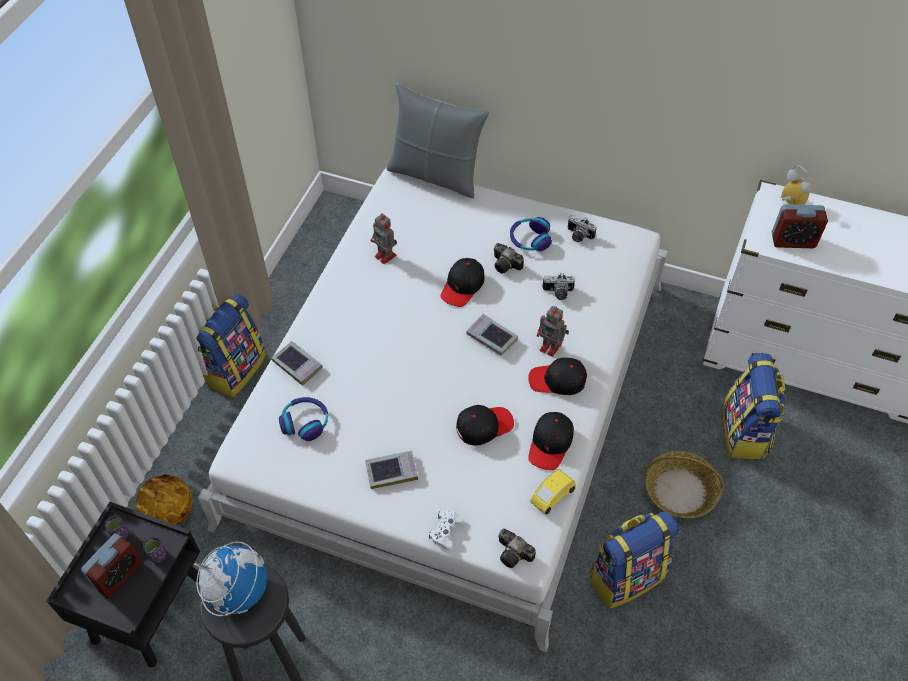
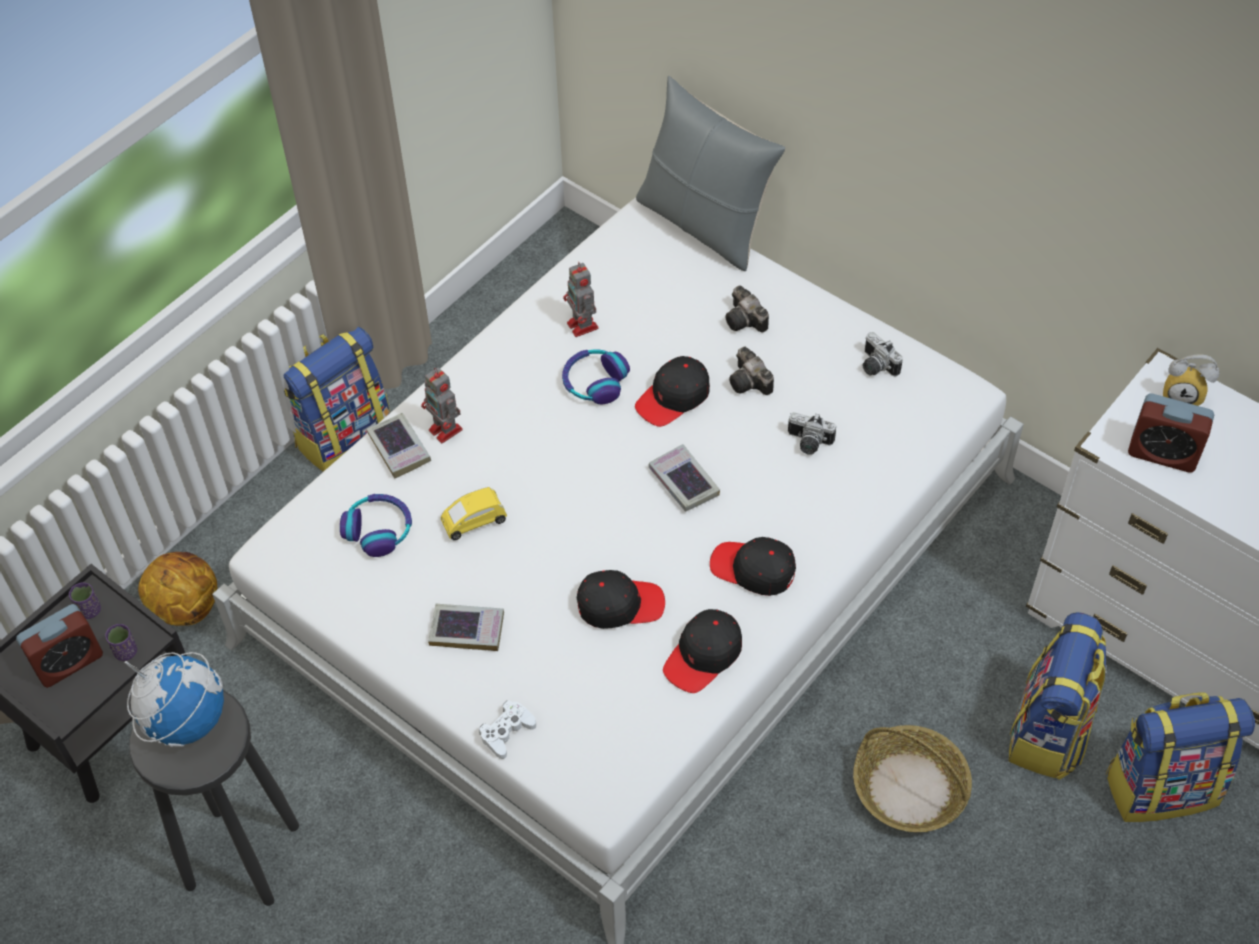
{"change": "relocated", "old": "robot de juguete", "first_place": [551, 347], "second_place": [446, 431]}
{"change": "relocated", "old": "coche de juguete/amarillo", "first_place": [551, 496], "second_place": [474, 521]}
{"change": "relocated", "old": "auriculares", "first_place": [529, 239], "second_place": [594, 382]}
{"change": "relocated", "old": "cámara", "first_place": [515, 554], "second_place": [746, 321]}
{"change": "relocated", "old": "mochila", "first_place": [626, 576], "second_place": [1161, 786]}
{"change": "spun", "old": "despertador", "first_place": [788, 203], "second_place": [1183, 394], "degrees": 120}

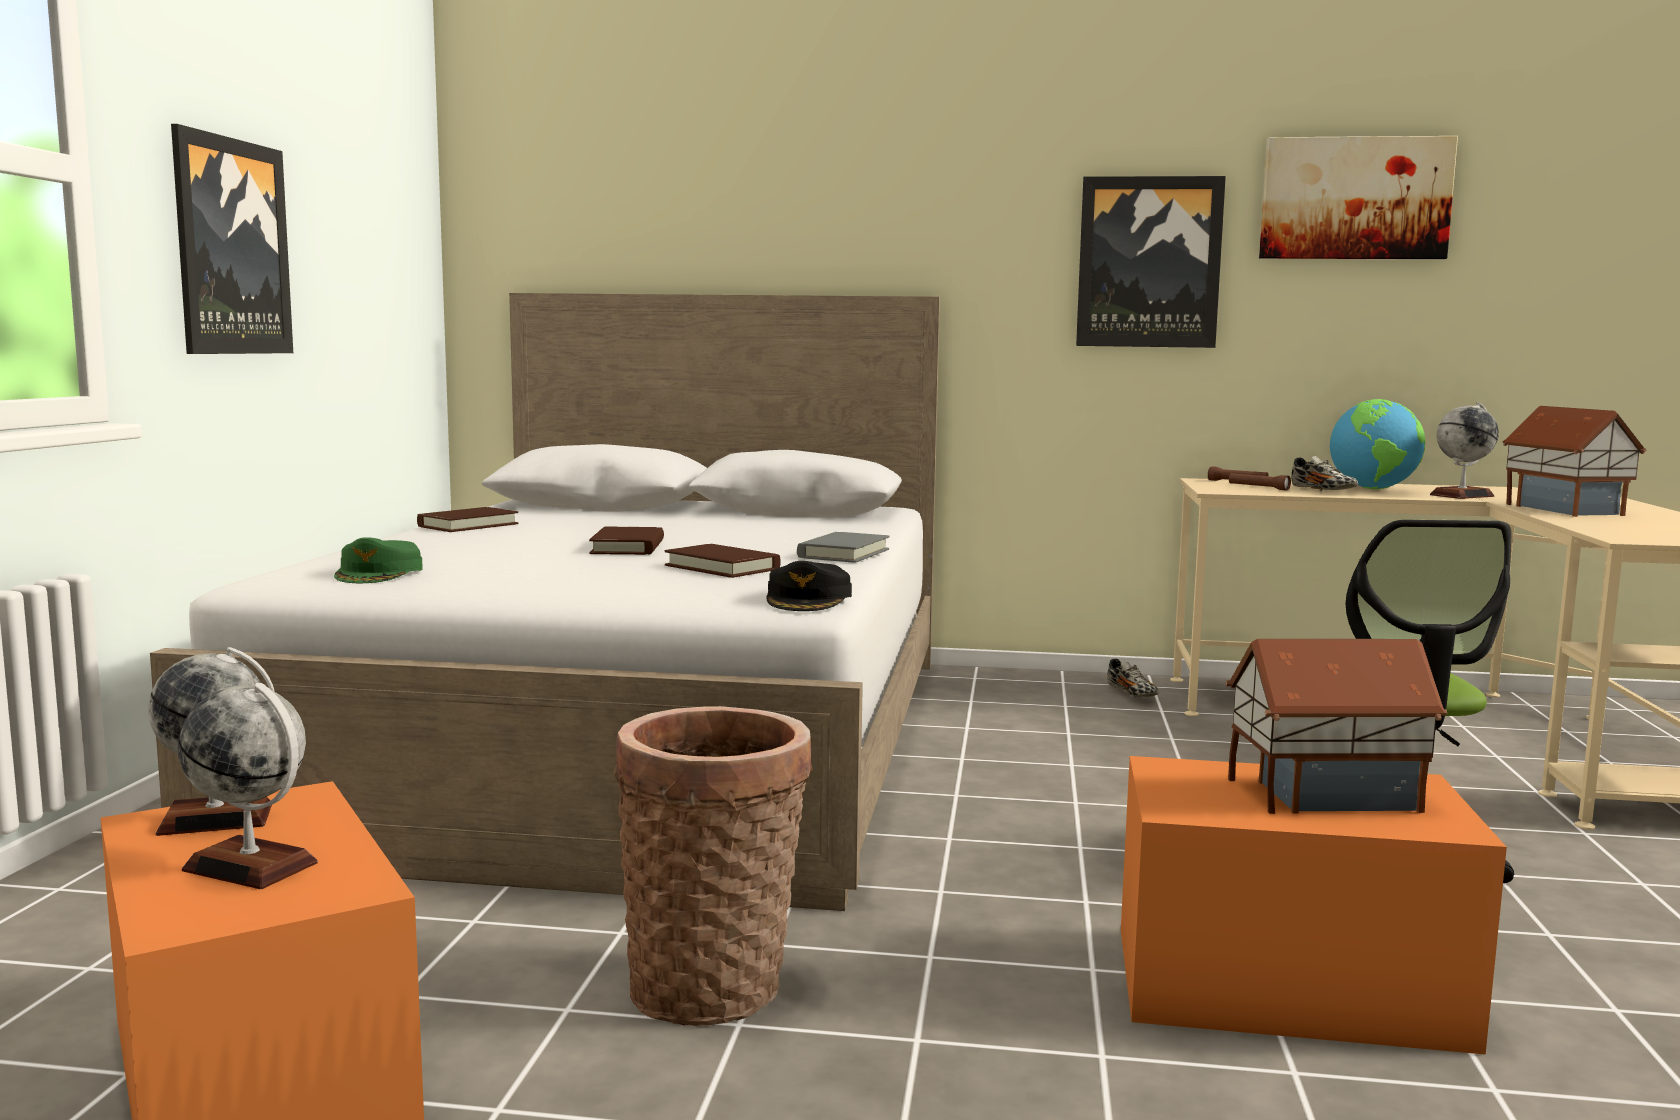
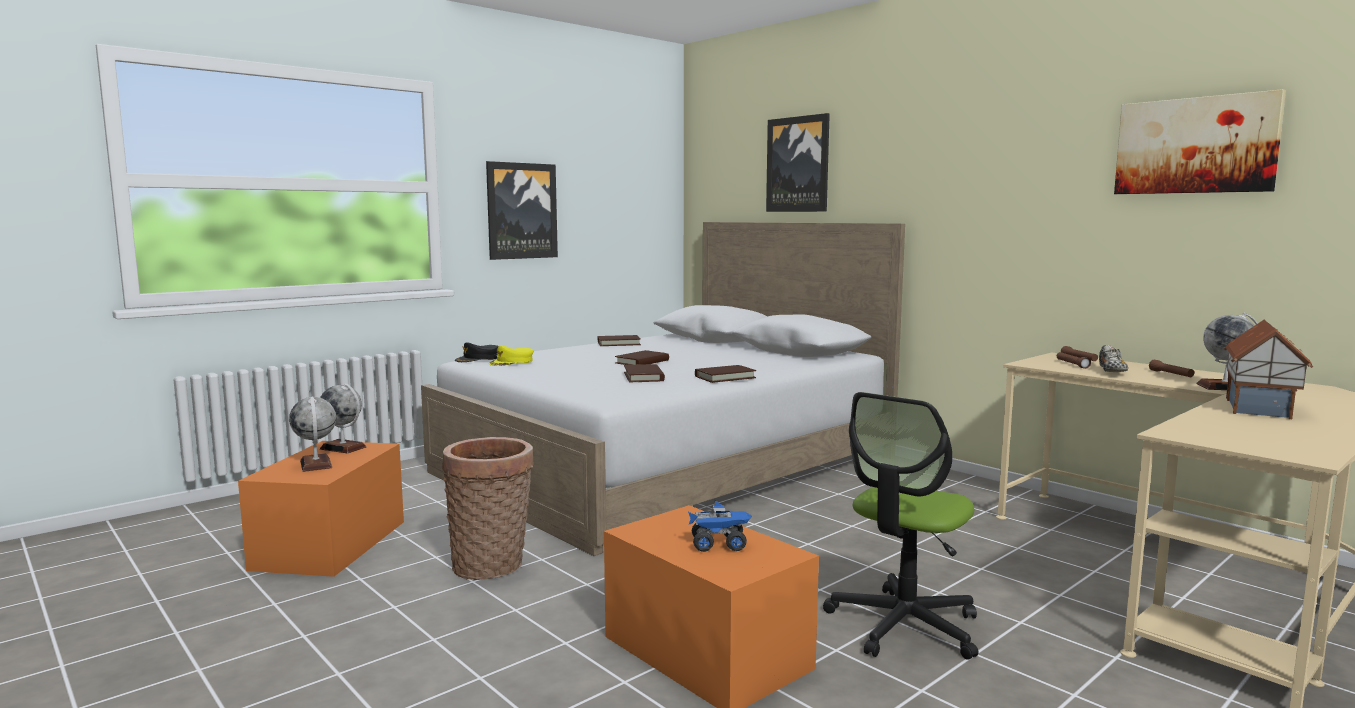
{"change": "relocated", "old": "gorra/negro", "first_place": [809, 599], "second_place": [478, 359]}
{"change": "colour", "old": "gorra/verde", "new": "gorra/amarillo", "first_place": [379, 573], "second_place": [512, 362]}
{"change": "exchanged", "old": "casita", "new": "camión de juguete", "first_place": [1322, 794], "second_place": [719, 545]}
{"change": "colour", "old": "libro/gris", "new": "libro/marrón", "first_place": [843, 553], "second_place": [725, 377]}
{"change": "relocated", "old": "cuadro", "first_place": [1149, 262], "second_place": [798, 164]}
{"change": "exchanged", "old": "globo terráqueo", "new": "linterna/marrón", "first_place": [1373, 489], "second_place": [1171, 374]}
{"change": "missing", "old": "zapato", "first_place": [1132, 694]}

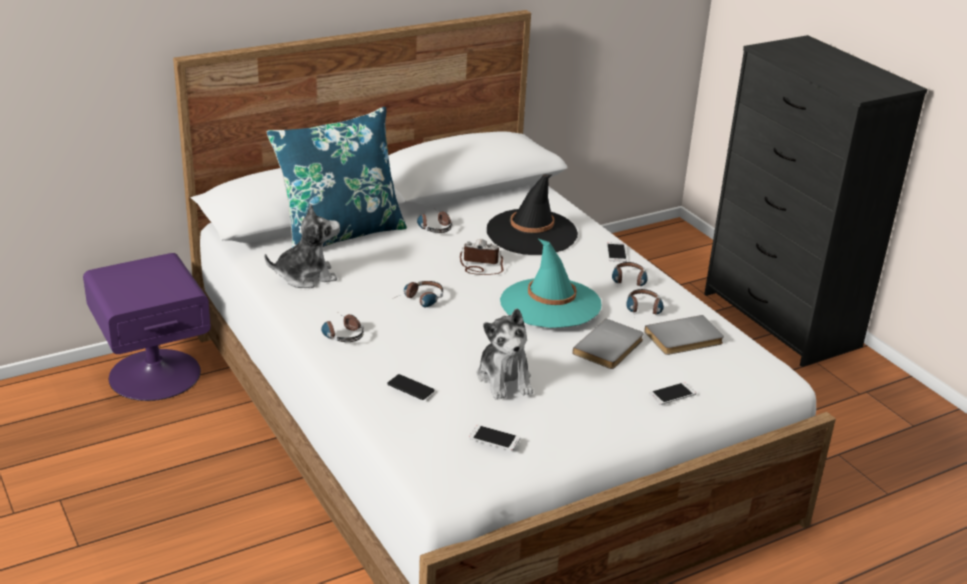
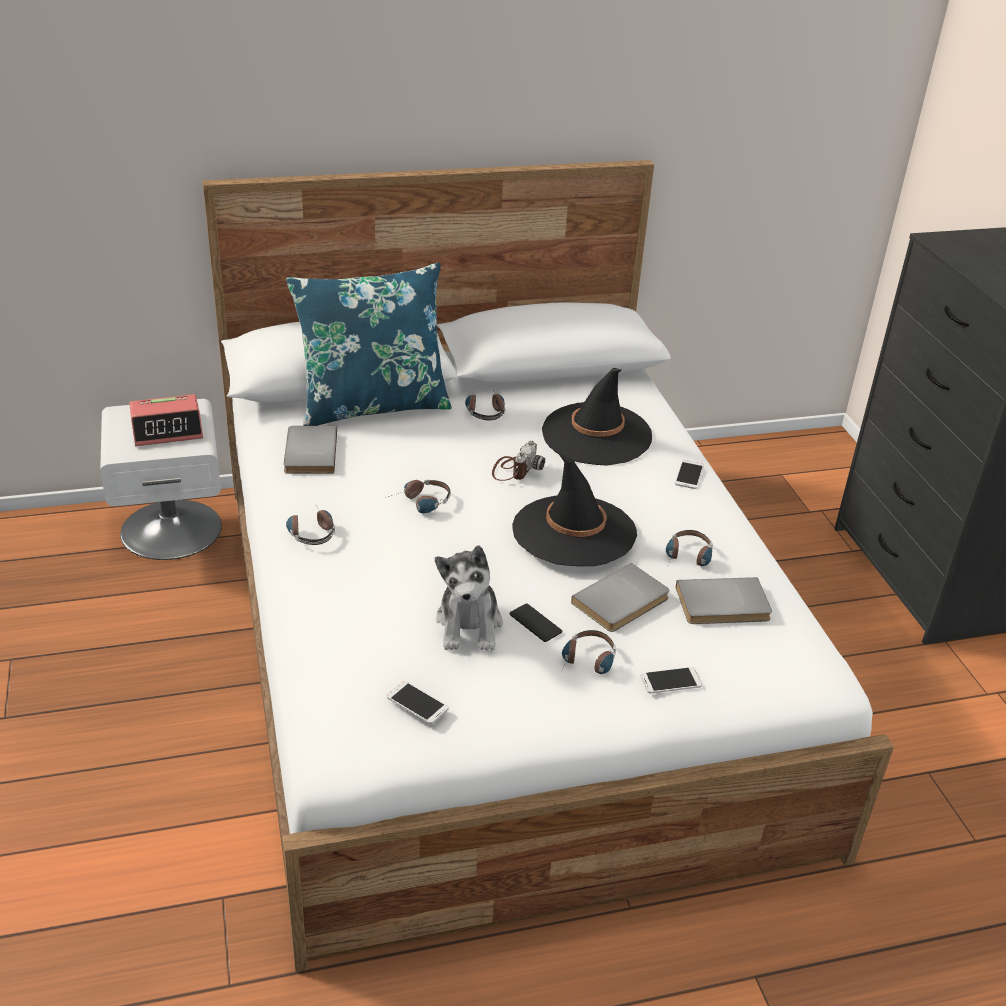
{"change": "colour", "old": "mesita de noche/morado", "new": "mesita de noche/blanco", "first_place": [154, 373], "second_place": [171, 528]}
{"change": "appeared", "new": "despertador", "second_place": [167, 429]}
{"change": "exchanged", "old": "peluche", "new": "libro/gris", "first_place": [306, 276], "second_place": [308, 453]}
{"change": "spun", "old": "cámara", "first_place": [481, 266], "second_place": [515, 469], "degrees": 90}
{"change": "relocated", "old": "móvil", "first_place": [410, 388], "second_place": [535, 623]}
{"change": "colour", "old": "sombrero/turquesa", "new": "sombrero/negro", "first_place": [550, 304], "second_place": [574, 531]}
{"change": "relocated", "old": "auriculares", "first_place": [629, 282], "second_place": [587, 664]}

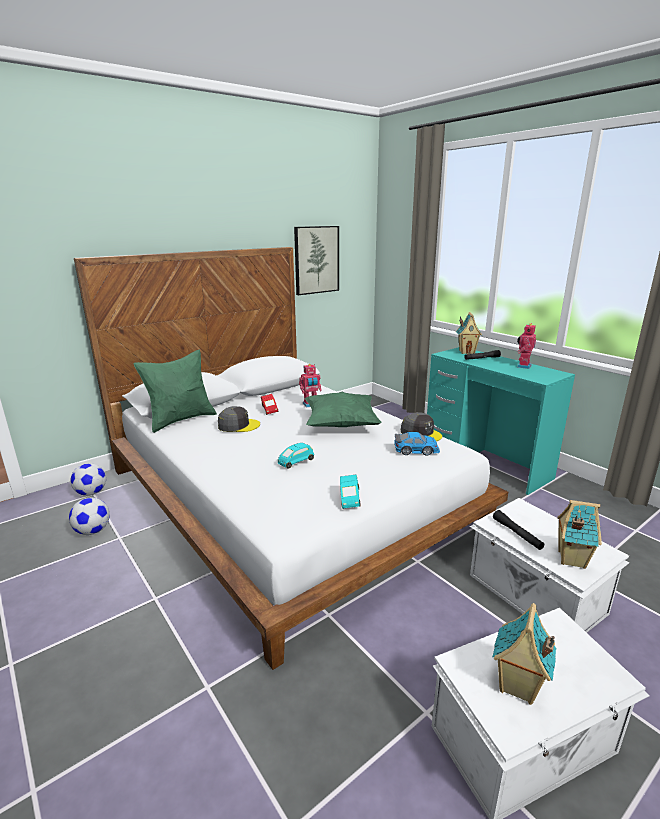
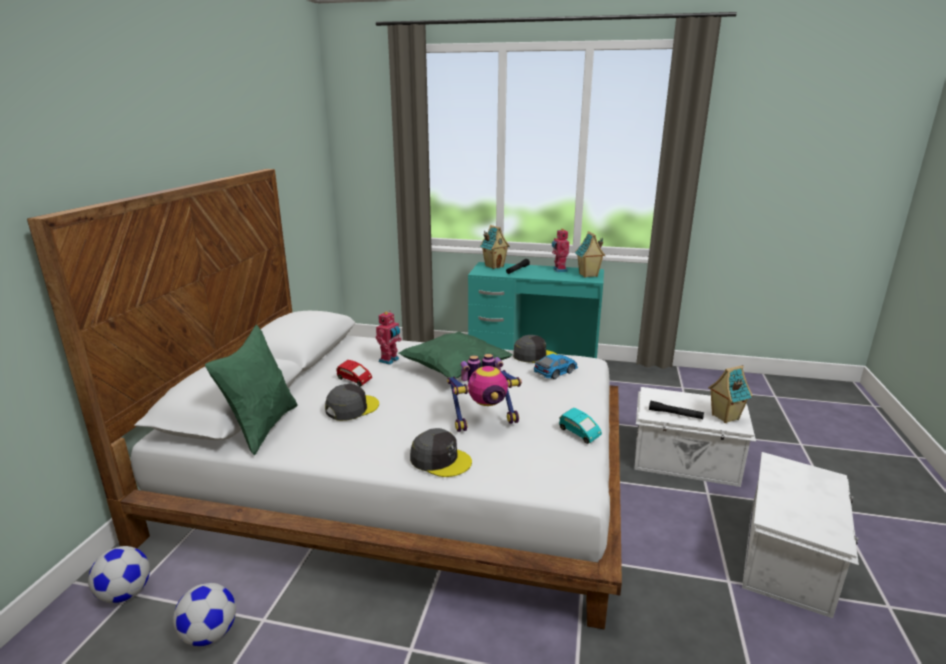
{"change": "appeared", "new": "gorra/gris", "second_place": [440, 460]}
{"change": "exchanged", "old": "coche de juguete/turquesa", "new": "robot de juguete", "first_place": [295, 463], "second_place": [485, 421]}
{"change": "relocated", "old": "casita", "first_place": [517, 687], "second_place": [588, 275]}
{"change": "missing", "old": "cuadro", "first_place": [316, 260]}

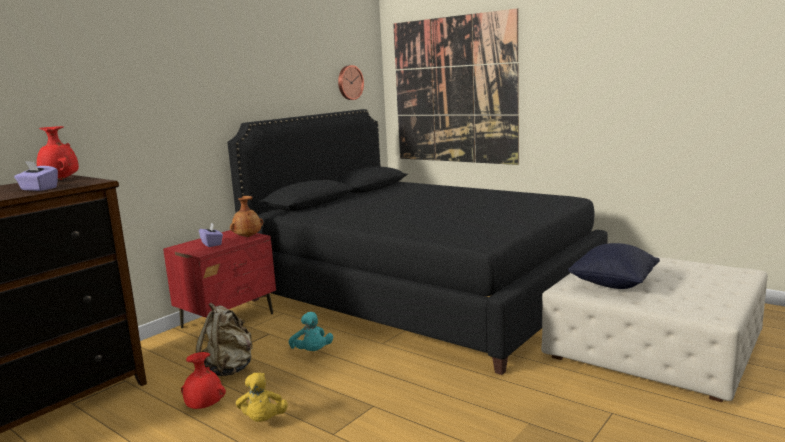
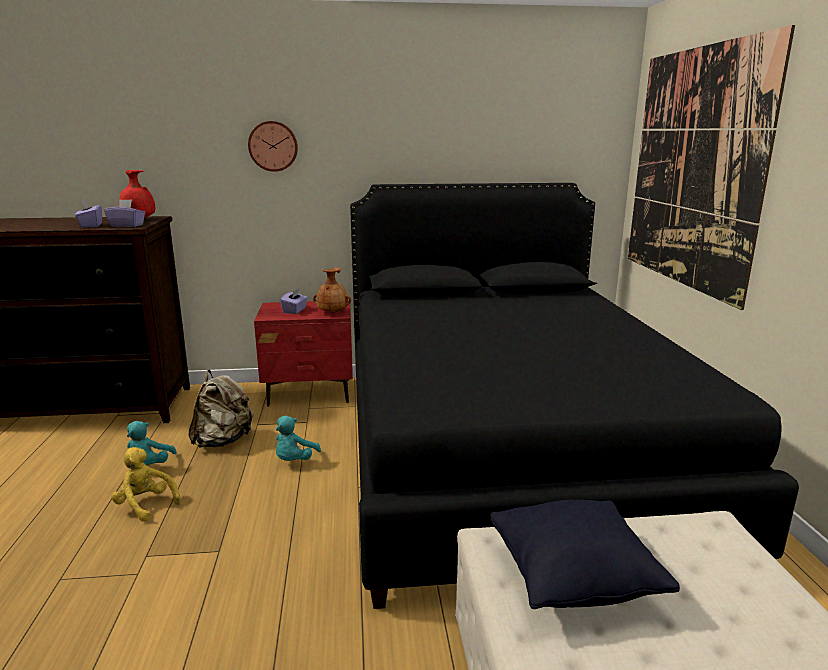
{"change": "appeared", "new": "caja de pañuelos/morado", "second_place": [127, 225]}
{"change": "spun", "old": "peluche/amarillo", "first_place": [263, 420], "second_place": [145, 505], "degrees": 90}
{"change": "exchanged", "old": "florero/rojo", "new": "peluche/turquesa", "first_place": [204, 407], "second_place": [149, 466]}
{"change": "relocated", "old": "reloj de pared", "first_place": [349, 82], "second_place": [273, 146]}

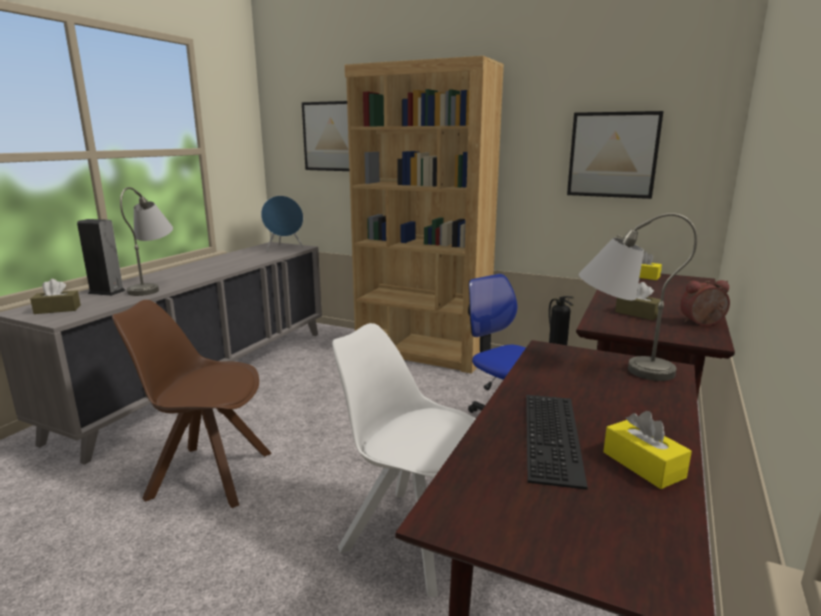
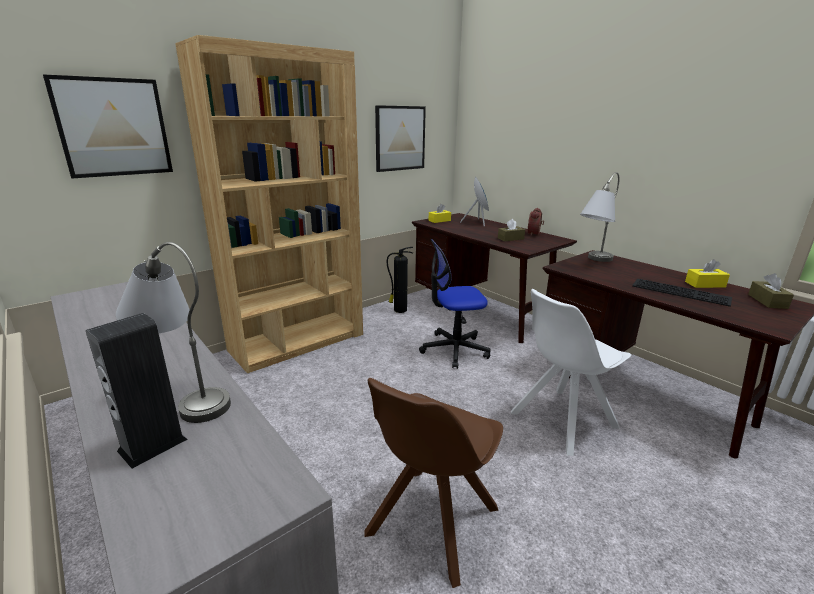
{"change": "relocated", "old": "altavoz/azul", "first_place": [284, 248], "second_place": [477, 222]}
{"change": "relocated", "old": "caja de pañuelos/marrón", "first_place": [57, 309], "second_place": [767, 301]}

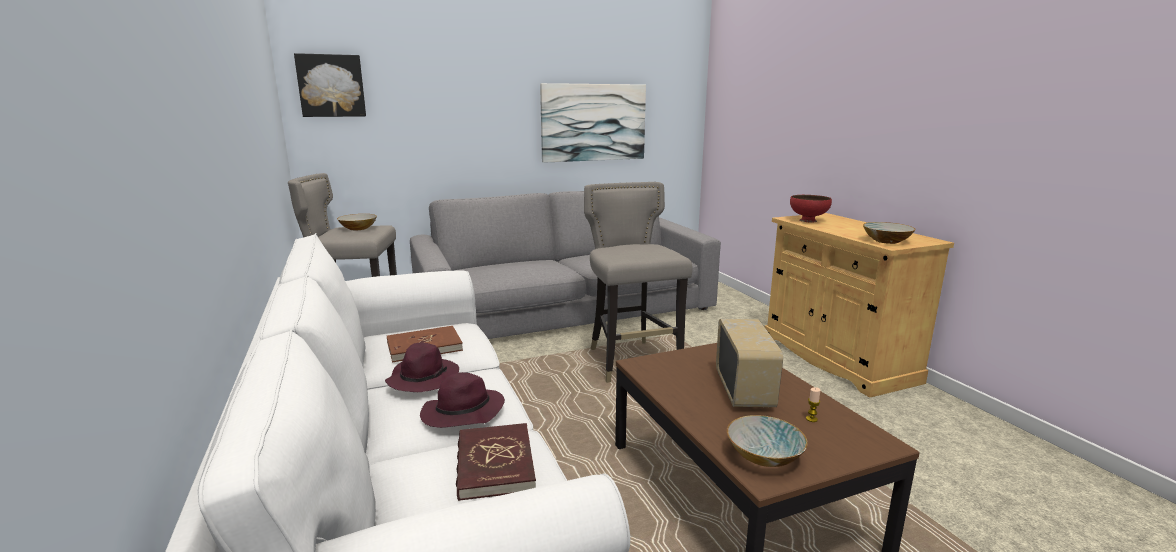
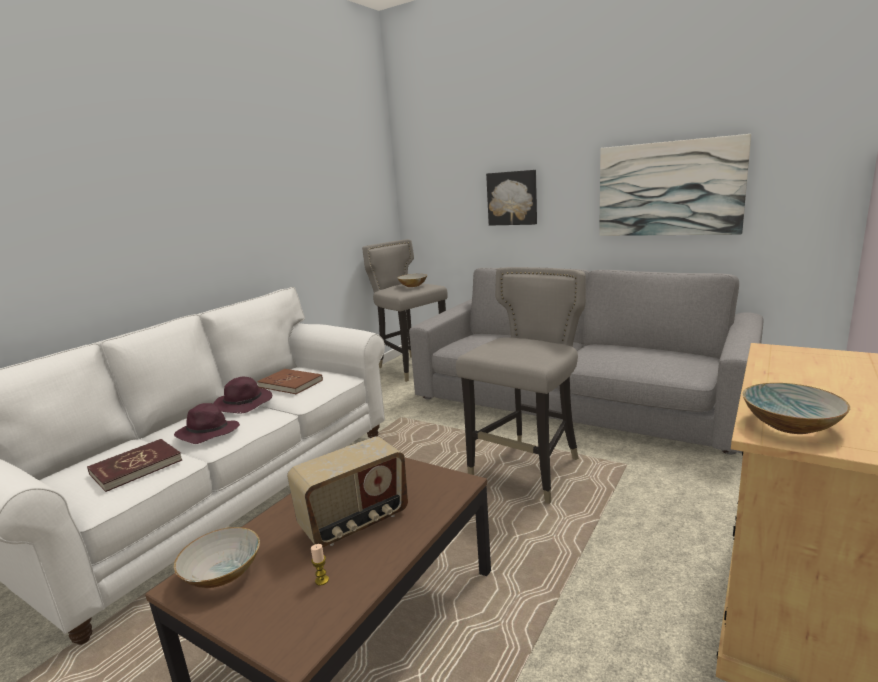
{"change": "relocated", "old": "cuadro", "first_place": [331, 86], "second_place": [512, 198]}
{"change": "missing", "old": "cuenco/rojo", "first_place": [808, 221]}

